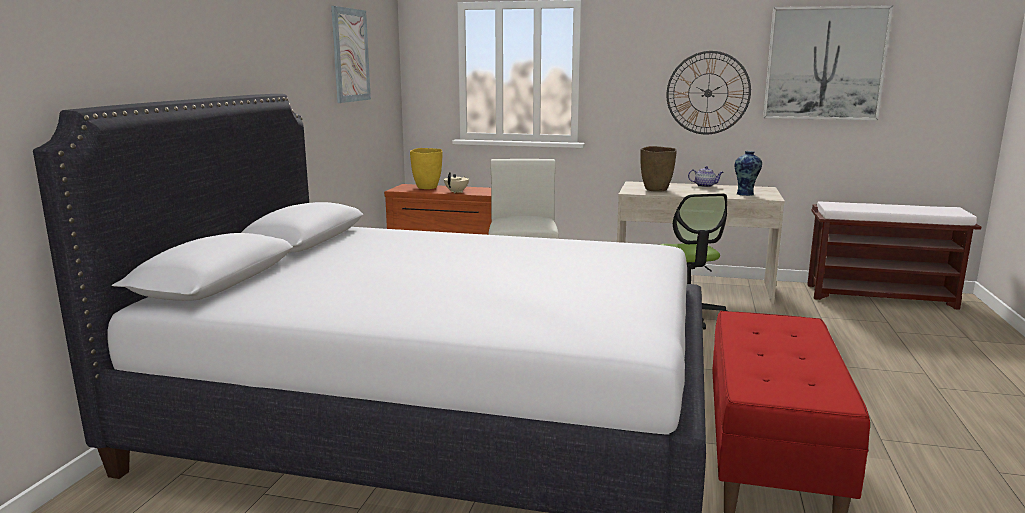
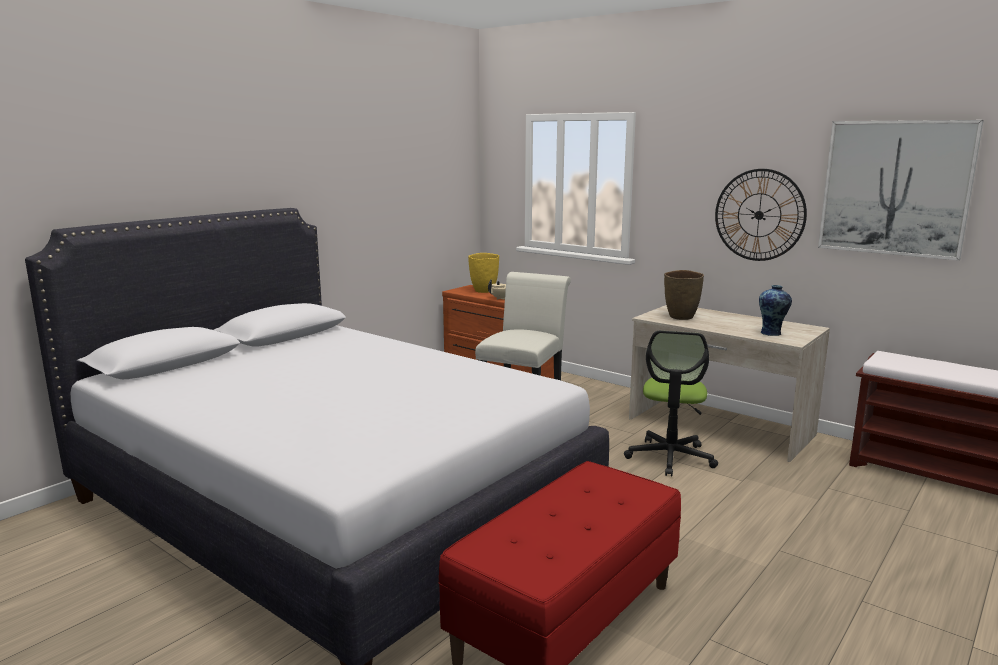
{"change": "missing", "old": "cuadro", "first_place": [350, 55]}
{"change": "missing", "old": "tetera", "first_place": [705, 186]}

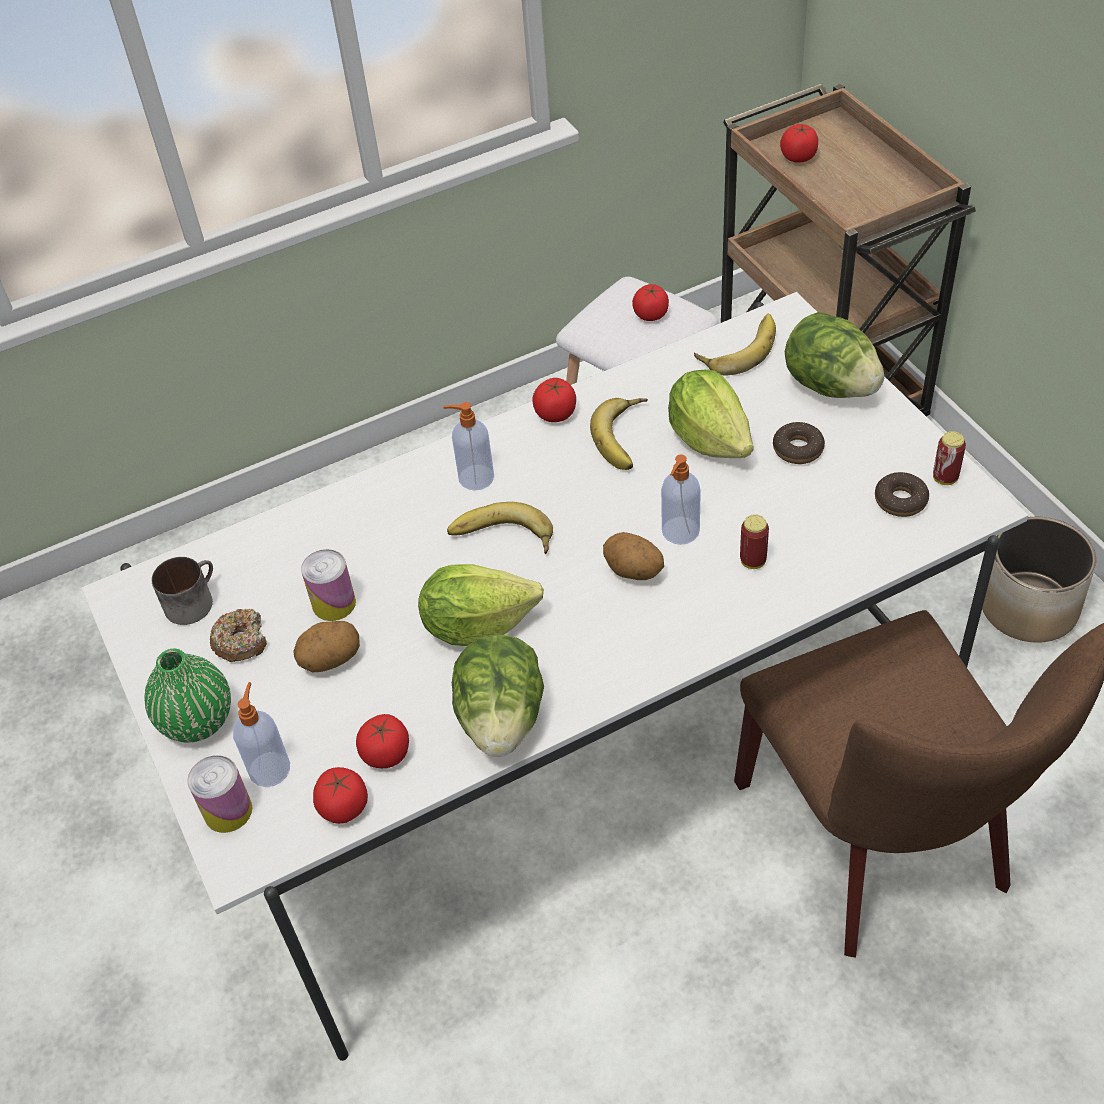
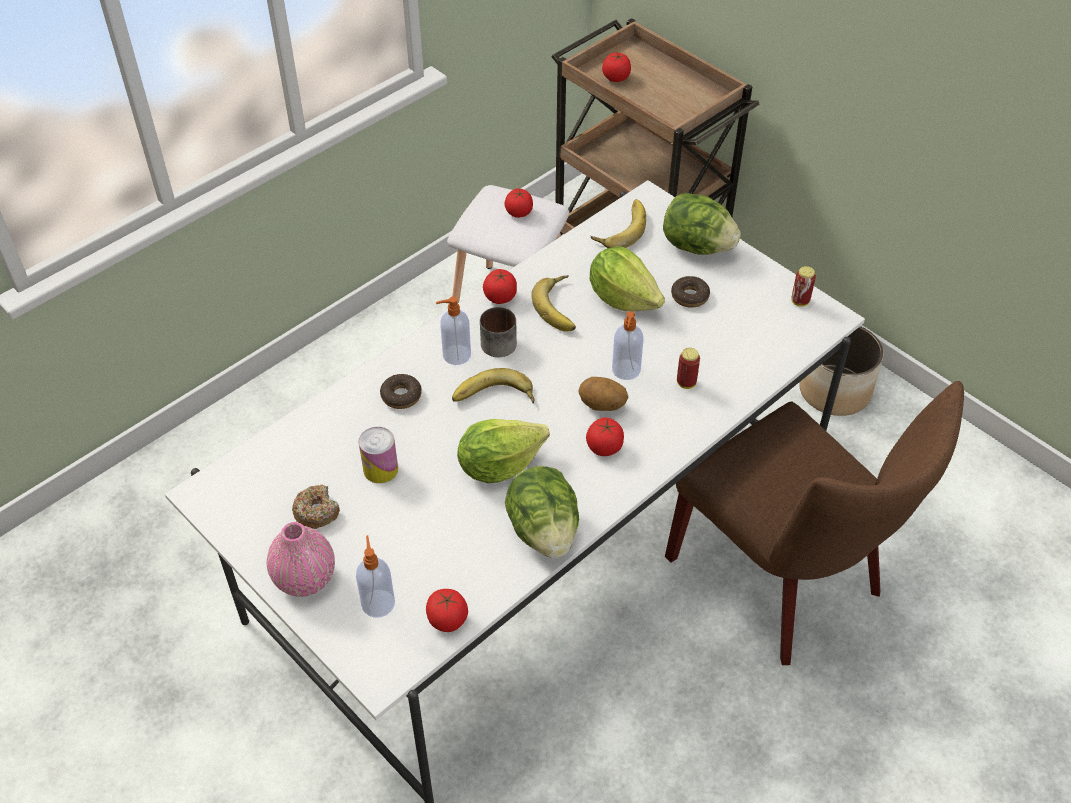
{"change": "colour", "old": "florero/verde", "new": "florero/rosa", "first_place": [197, 721], "second_place": [305, 578]}
{"change": "relocated", "old": "rosquilla", "first_place": [900, 500], "second_place": [401, 396]}
{"change": "relocated", "old": "taza grande", "first_place": [192, 600], "second_place": [499, 340]}
{"change": "relocated", "old": "tomate", "first_place": [386, 754], "second_place": [604, 447]}
{"change": "missing", "old": "lata", "first_place": [228, 811]}
{"change": "missing", "old": "patata", "first_place": [331, 659]}

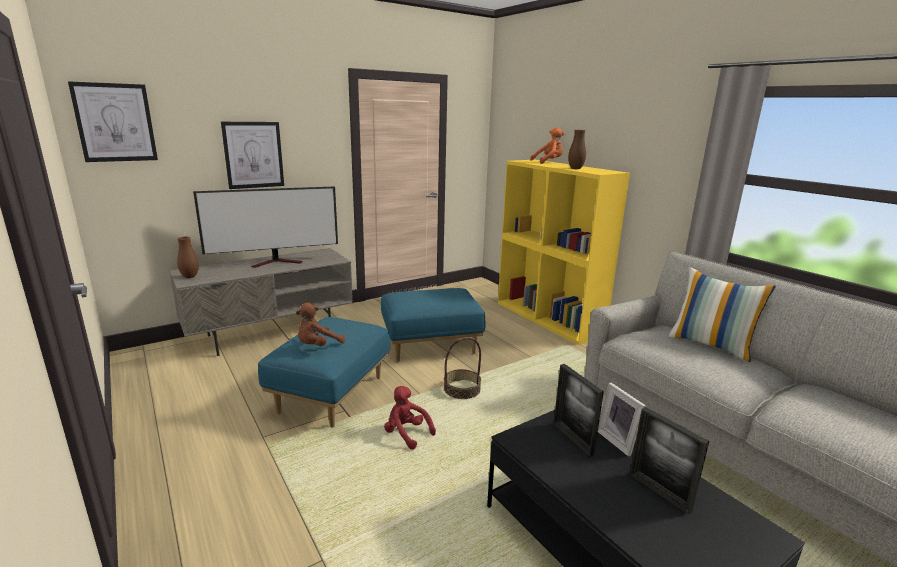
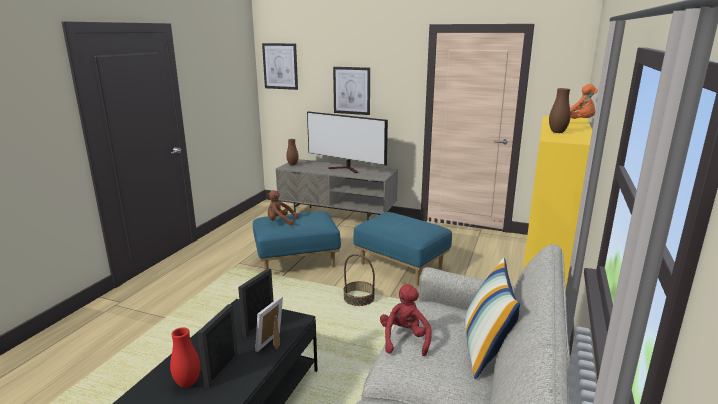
{"change": "appeared", "new": "florero/rojo", "second_place": [187, 383]}
{"change": "relocated", "old": "peluche/rojo", "first_place": [406, 434], "second_place": [404, 339]}

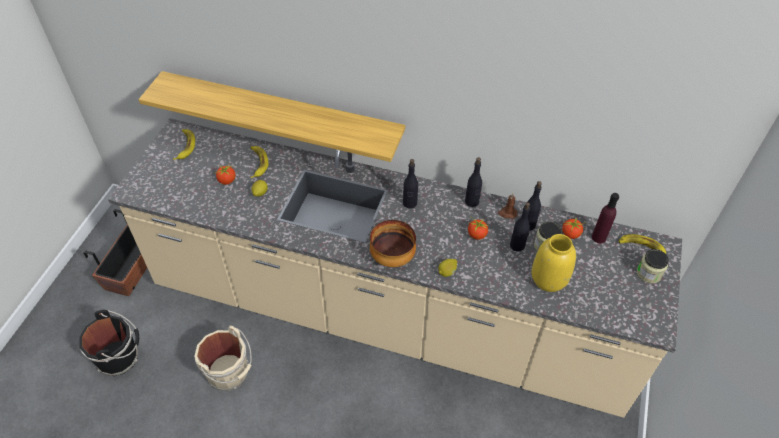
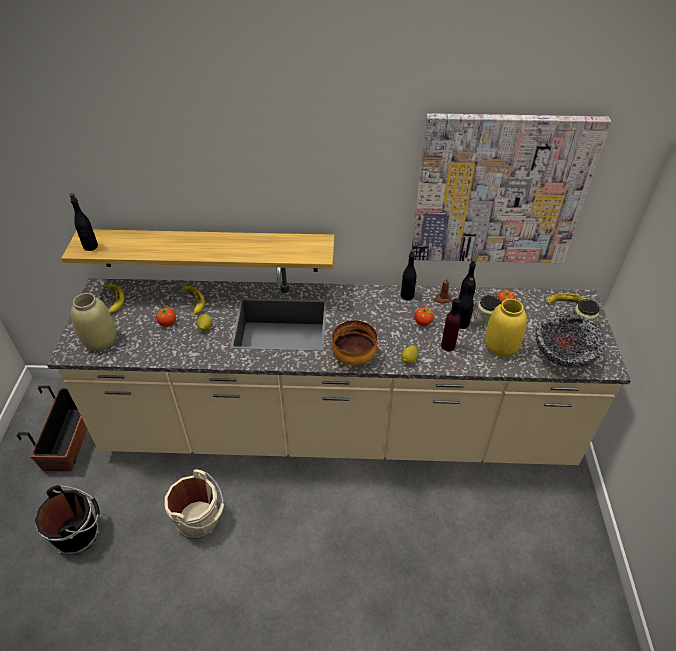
{"change": "relocated", "old": "botella/negro", "first_place": [410, 203], "second_place": [90, 246]}
{"change": "appeared", "new": "florero/beis", "second_place": [101, 340]}
{"change": "appeared", "new": "cuadro", "second_place": [500, 191]}
{"change": "relocated", "old": "botella/morado", "first_place": [598, 237], "second_place": [448, 346]}
{"change": "appeared", "new": "cuenco", "second_place": [562, 356]}

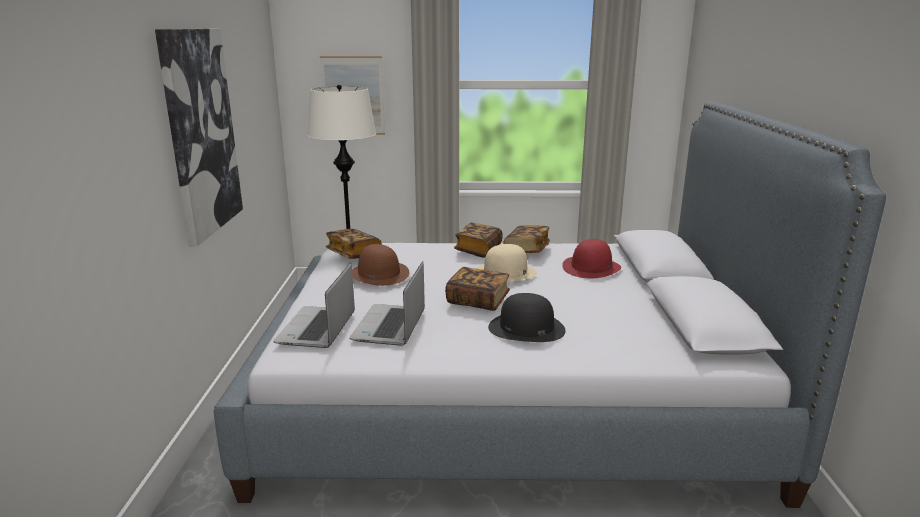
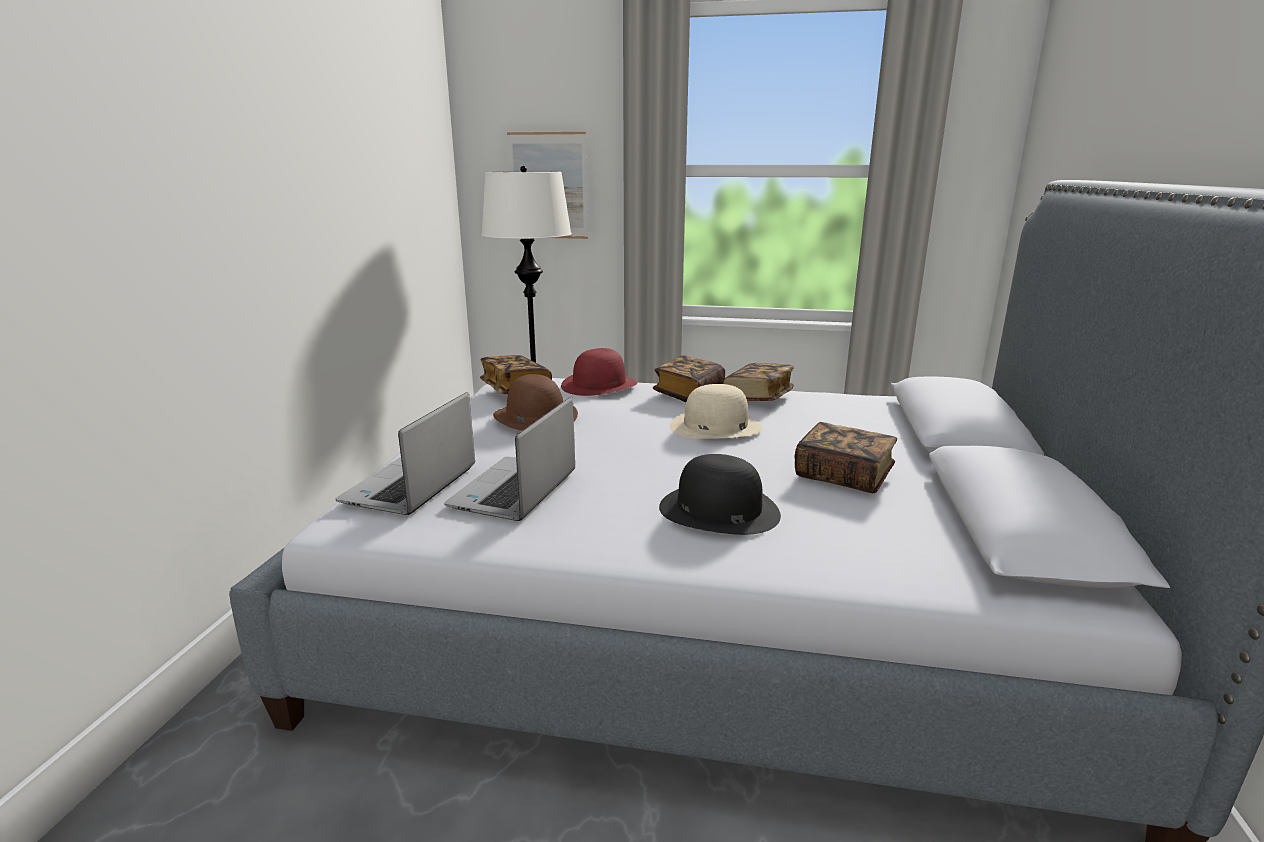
{"change": "relocated", "old": "sombrero/rojo", "first_place": [591, 267], "second_place": [599, 384]}
{"change": "relocated", "old": "libro", "first_place": [478, 301], "second_place": [843, 476]}
{"change": "missing", "old": "cuadro", "first_place": [200, 132]}

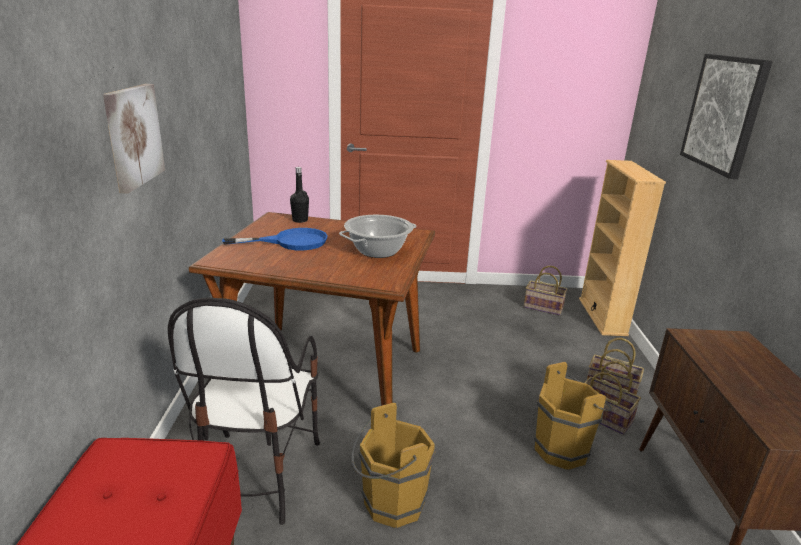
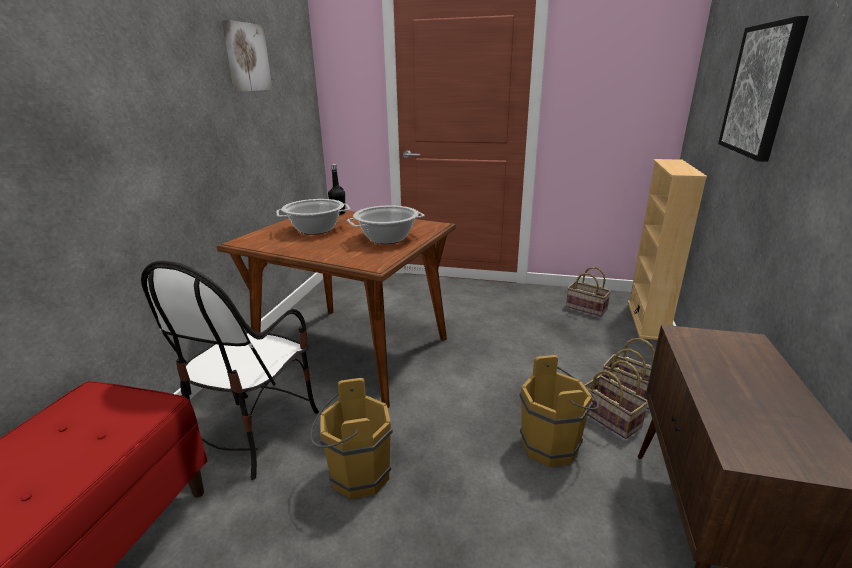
{"change": "relocated", "old": "cuadro", "first_place": [133, 136], "second_place": [246, 57]}
{"change": "exchanged", "old": "sartén/azul", "new": "olla", "first_place": [291, 242], "second_place": [316, 229]}

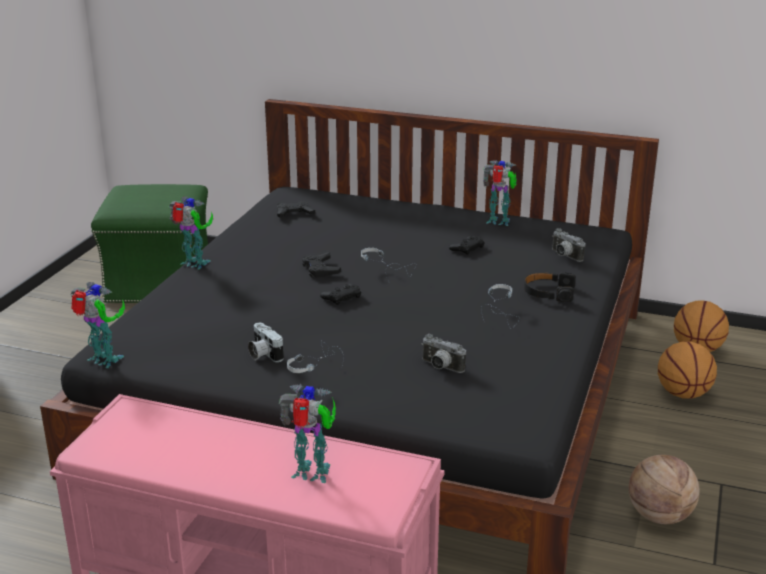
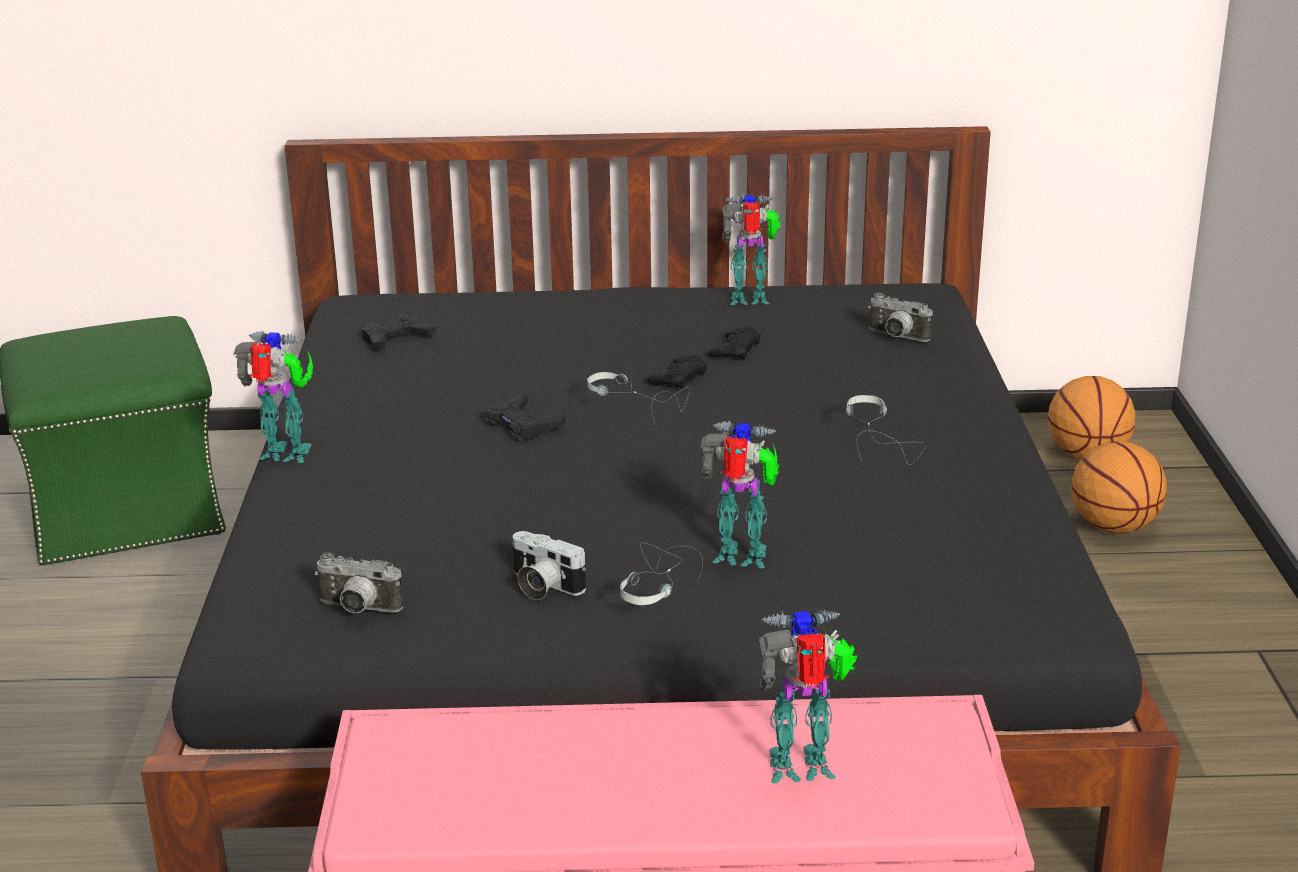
{"change": "relocated", "old": "cámara", "first_place": [440, 367], "second_place": [357, 609]}
{"change": "relocated", "old": "mando de consola/negro", "first_place": [341, 297], "second_place": [678, 378]}
{"change": "relocated", "old": "robot de juguete", "first_place": [104, 361], "second_place": [743, 558]}
{"change": "missing", "old": "auriculares/negro", "first_place": [548, 292]}
{"change": "missing", "old": "balón de baloncesto", "first_place": [659, 516]}

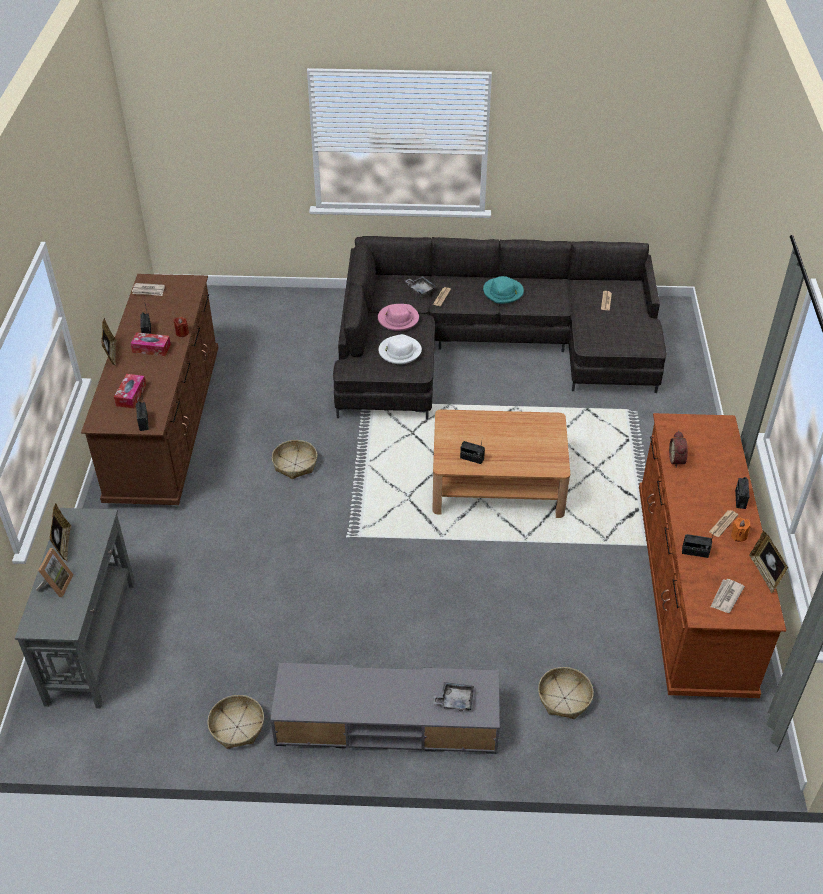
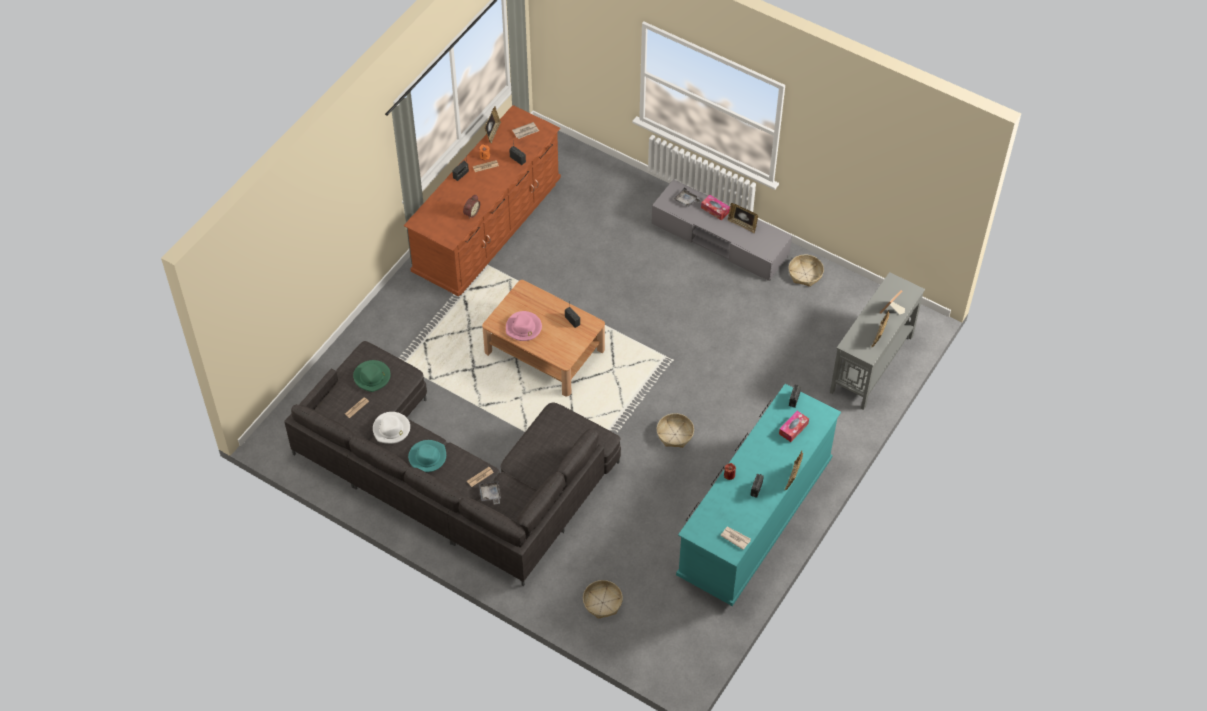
{"change": "appeared", "new": "sombrero/verde", "second_place": [372, 377]}
{"change": "relocated", "old": "sombrero/blanco", "first_place": [399, 352], "second_place": [391, 429]}
{"change": "relocated", "old": "sombrero/rosa", "first_place": [398, 319], "second_place": [523, 328]}
{"change": "relocated", "old": "cesta", "first_place": [564, 698], "second_place": [602, 602]}
{"change": "colour", "old": "cómoda/marrón", "new": "cómoda/turquesa", "first_place": [165, 425], "second_place": [754, 518]}
{"change": "relocated", "old": "caja de pañuelos", "first_place": [151, 348], "second_place": [715, 210]}
{"change": "appeared", "new": "portarretratos", "second_place": [742, 225]}

